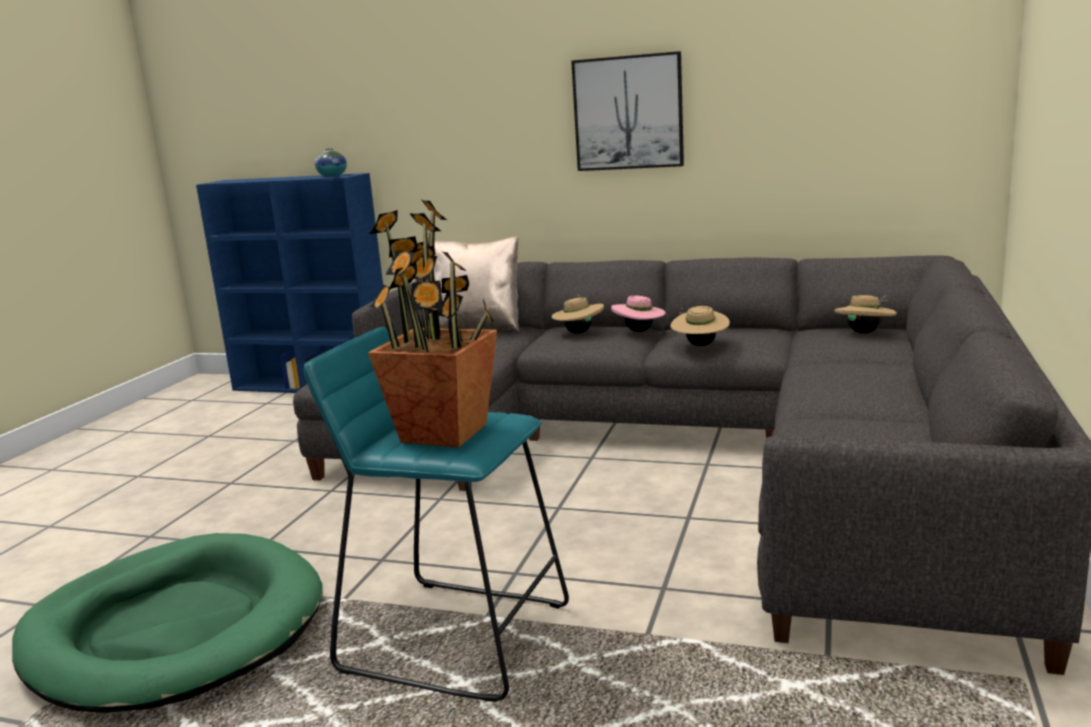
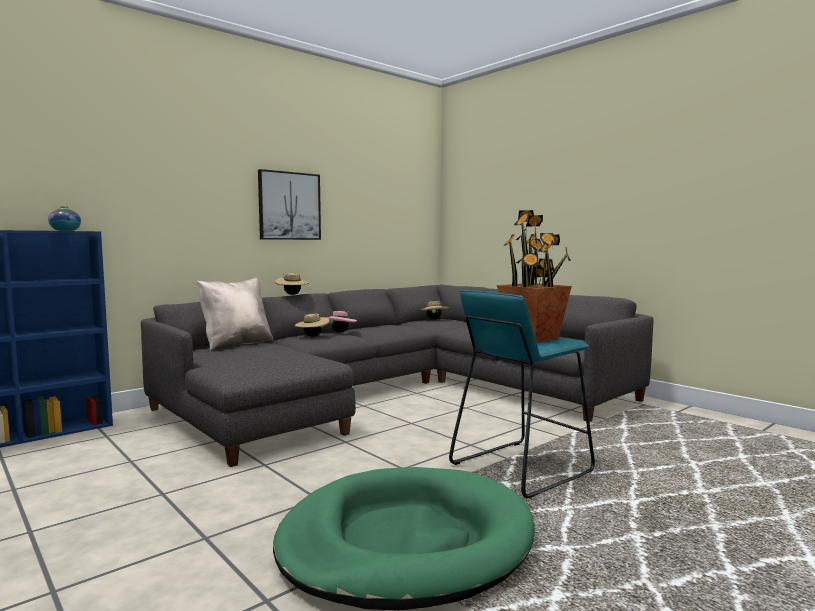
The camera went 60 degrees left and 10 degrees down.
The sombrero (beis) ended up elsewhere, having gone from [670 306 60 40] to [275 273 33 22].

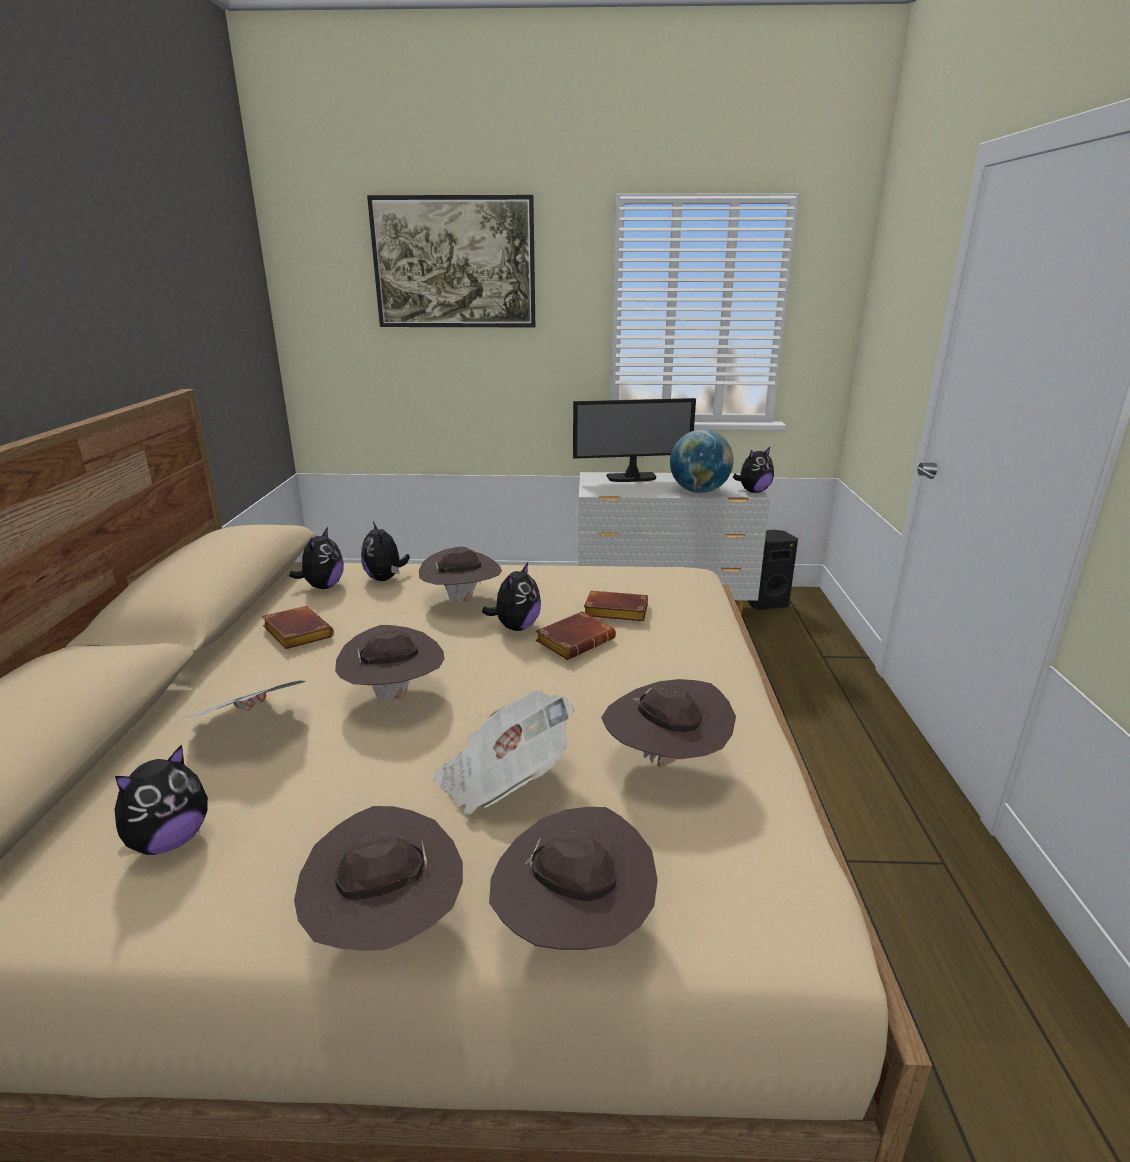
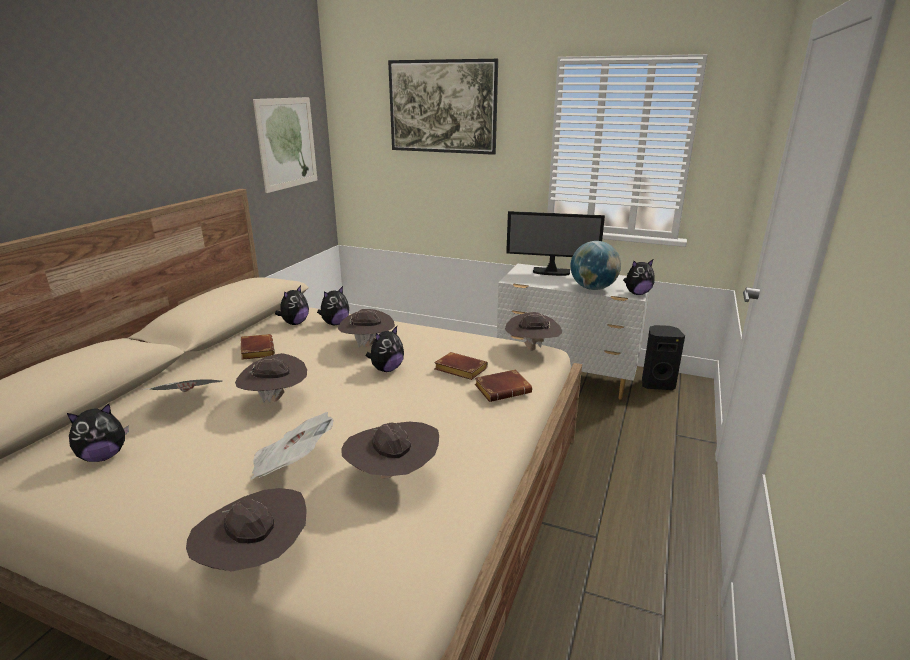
The camera went 20 degrees right and 0 degrees up.
The peluche at [361 522 49 59] ended up facing another way, 135 degrees counterclockwise from before.
The libro (marrón) ended up elsewhere, having gone from [535 611 81 49] to [475 369 57 33].
The sombrero (marrón) ended up elsewhere, having gone from [294 806 169 145] to [505 312 57 39].
The second view gained the cuadro at [253 97 64 96].

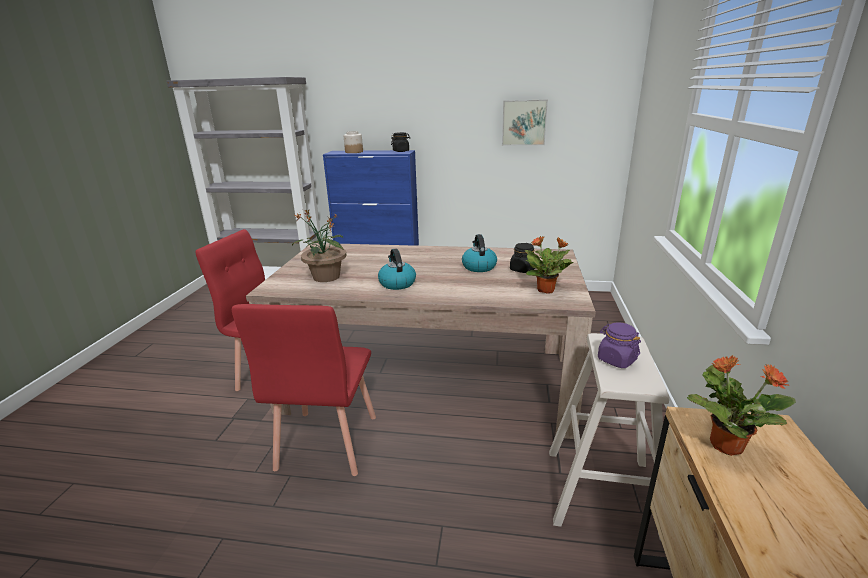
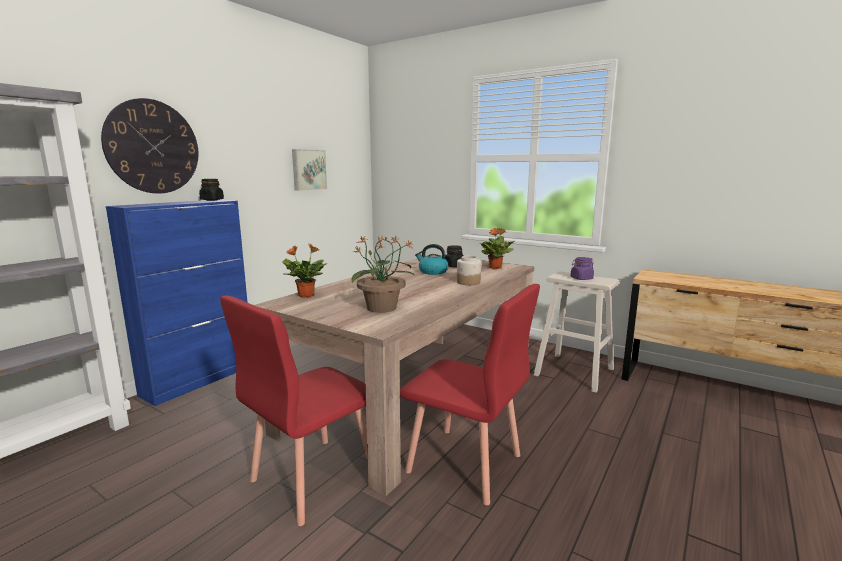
The camera went 65 degrees left and 10 degrees down.
The tarro ended up elsewhere, having gone from [344 131 19 22] to [457 256 24 29].
The second view lost the hervidor at [378 249 38 41].
The planta en maceta ended up elsewhere, having gone from [687 355 109 101] to [282 244 45 54].
The second view gained the reloj de pared at [101 98 97 96].

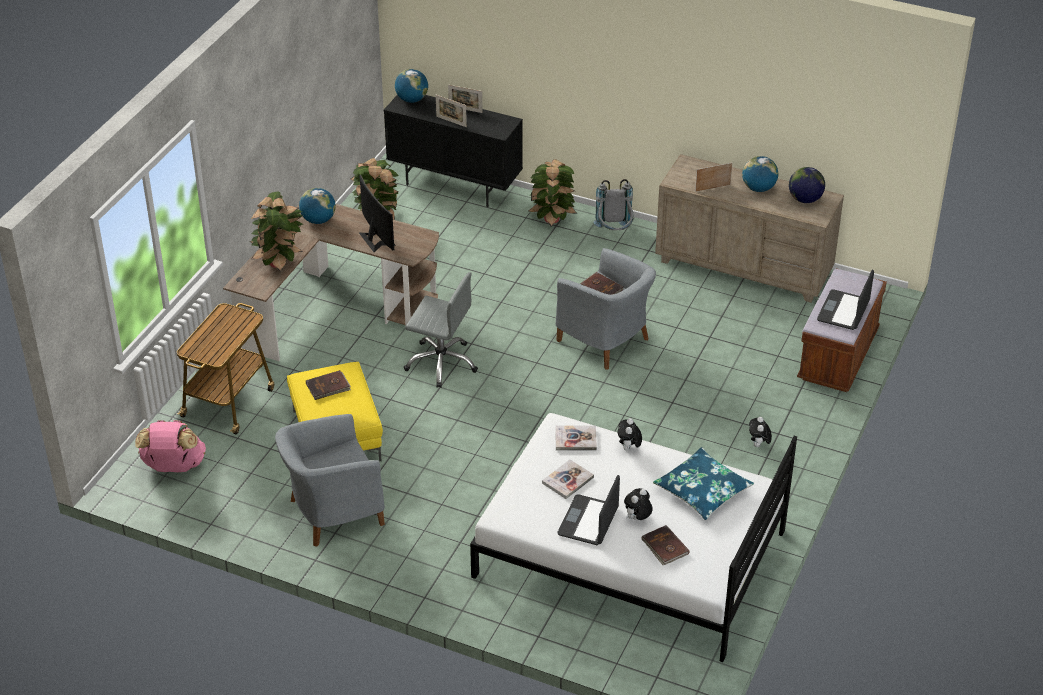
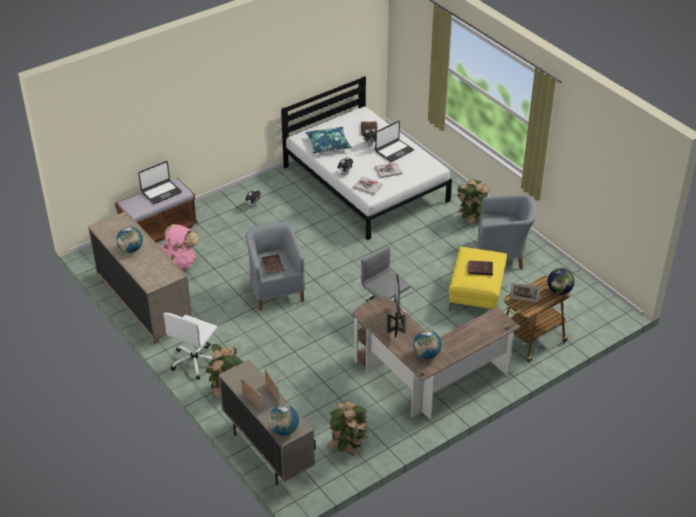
The camera went 150 degrees left and 0 degrees up.
What was the armario (negro) at [384 95 139 112] turned into the armario (beis) at [219 360 97 125].
The portarretratos ended up elsewhere, having gone from [695 162 37 30] to [510 283 31 19].
The globo terráqueo ended up elsewhere, having gone from [789 167 36 36] to [547 268 28 27].
Where the mochila (gris) stood at [593 179 40 51], the silla de oficina (blanco) came to stand at [163 313 55 66].
The planta en maceta ended up elsewhere, having gone from [250 191 53 80] to [457 179 32 46].
The mochila (rosa) ended up elsewhere, having gone from [135 420 71 52] to [160 224 39 46].

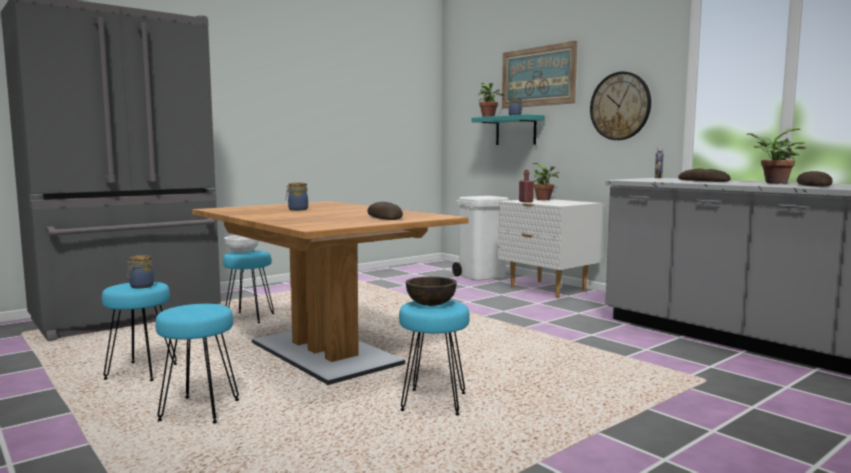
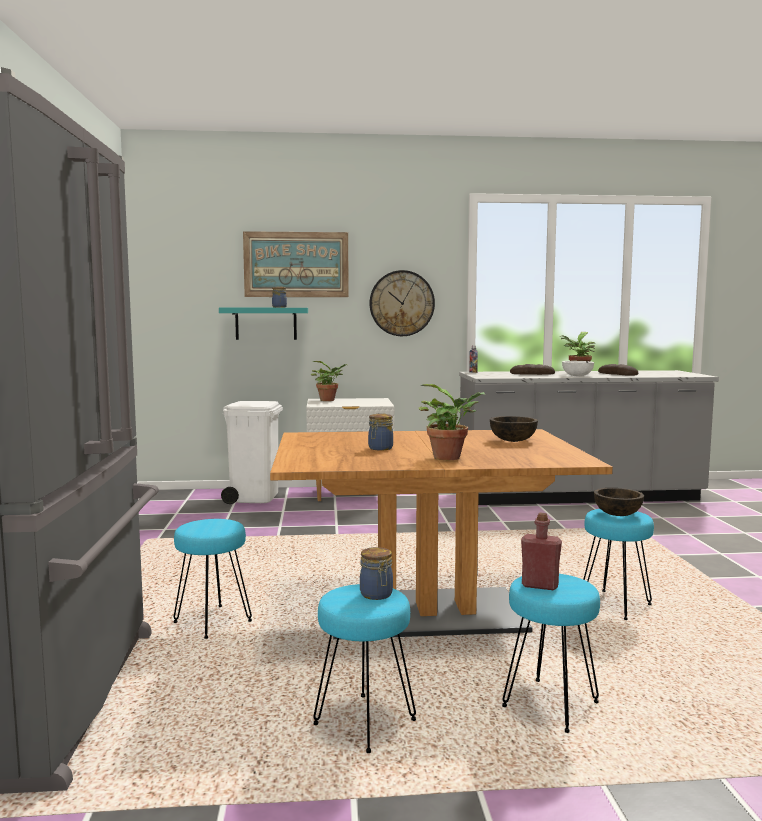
The camera went 55 degrees left and 0 degrees up.
The planta en maceta ended up elsewhere, having gone from [478 83 26 34] to [419 384 66 76].
The botella (rojo) ended up elsewhere, having gone from [519 170 15 33] to [521 513 41 77].
Where the pan stood at [367 202 36 18], the cuenco (marrón) came to stand at [490 416 48 26].
The cuenco (blanco) ended up elsewhere, having gone from [224 235 35 18] to [562 361 32 15].

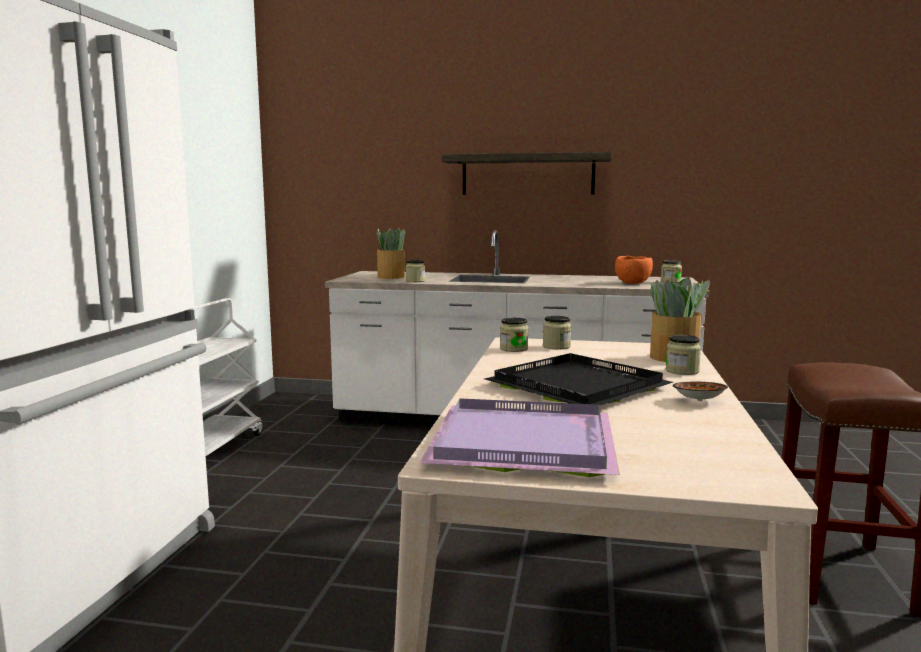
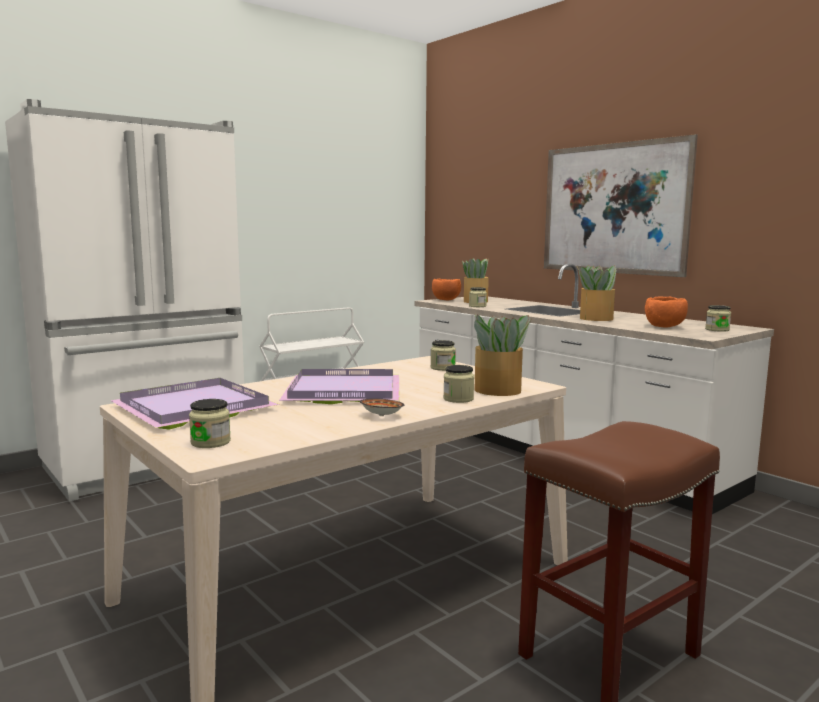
The camera went 40 degrees right and 0 degrees up.
Where the estante hung at [442 152 170 43], the cuadro came to hang at [544 134 154 143].
The tarro ended up elsewhere, having gone from [500 318 28 34] to [189 399 42 49].
What was the bandeja (negro) at [485 353 188 53] turned into the bandeja (morado) at [279 369 121 35].
The second view gained the planta en maceta at [577 265 41 56].
The second view gained the cuenco (naranja) at [432 279 29 21].

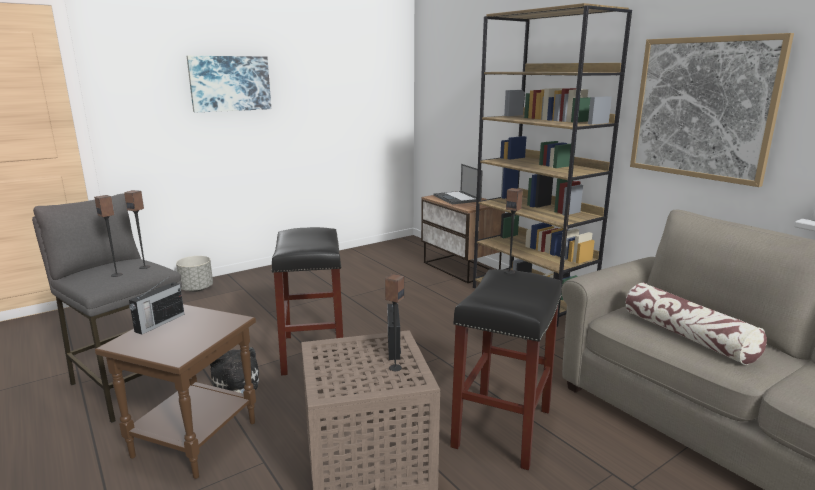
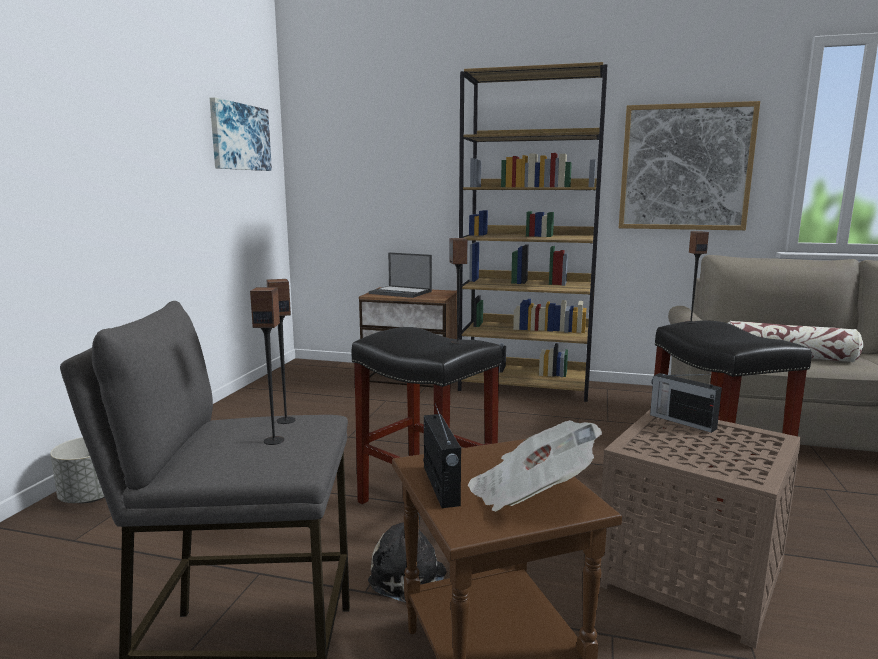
The camera went 40 degrees left and 5 degrees down.
The cuadro ended up elsewhere, having gone from [187 56 84 56] to [210 97 62 74].
The altavoz ended up elsewhere, having gone from [385 274 19 97] to [449 238 18 106].
The second view gained the periódico at [468 420 134 92].

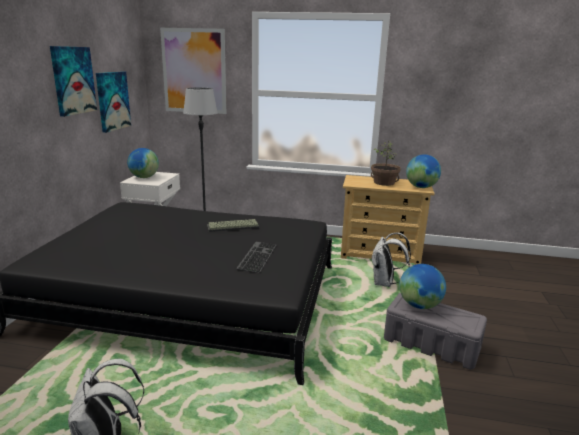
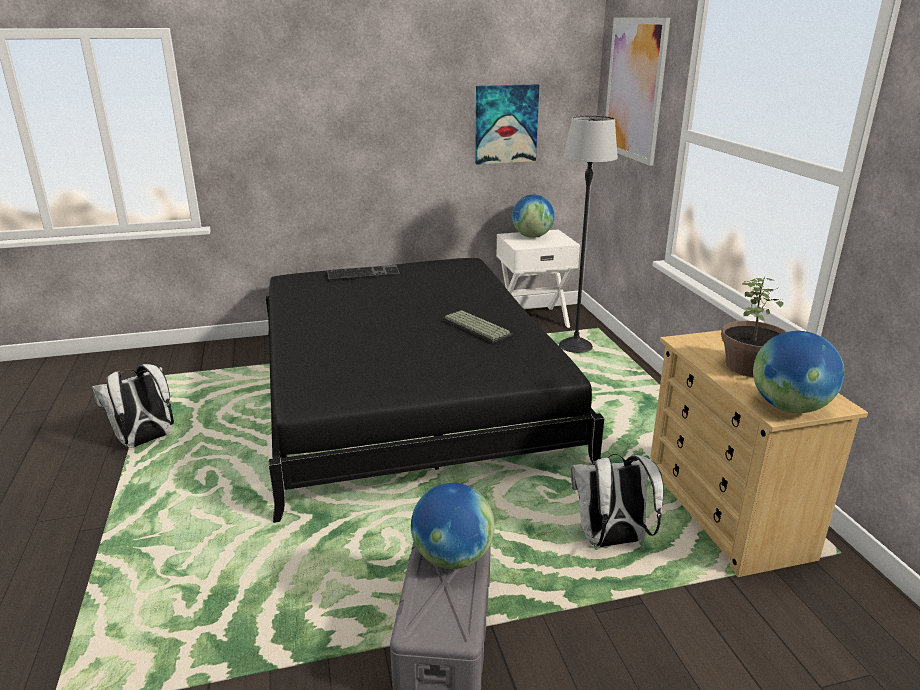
The camera went 65 degrees right and 5 degrees up.
The second view lost the cuadro at [50 46 47 71].
The teclado ended up elsewhere, having gone from [236 241 40 32] to [327 265 73 14].

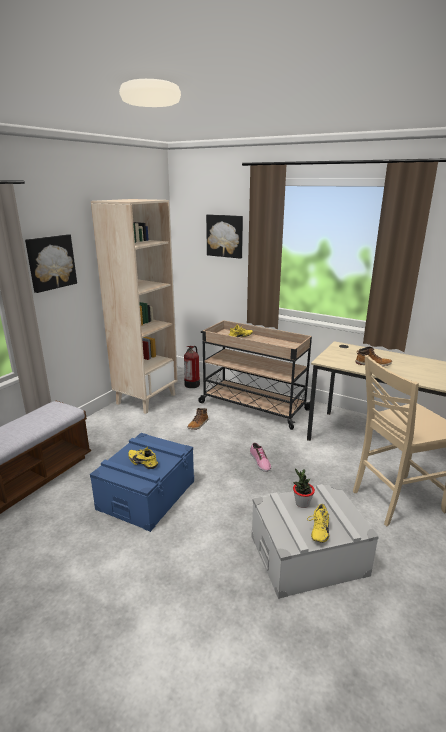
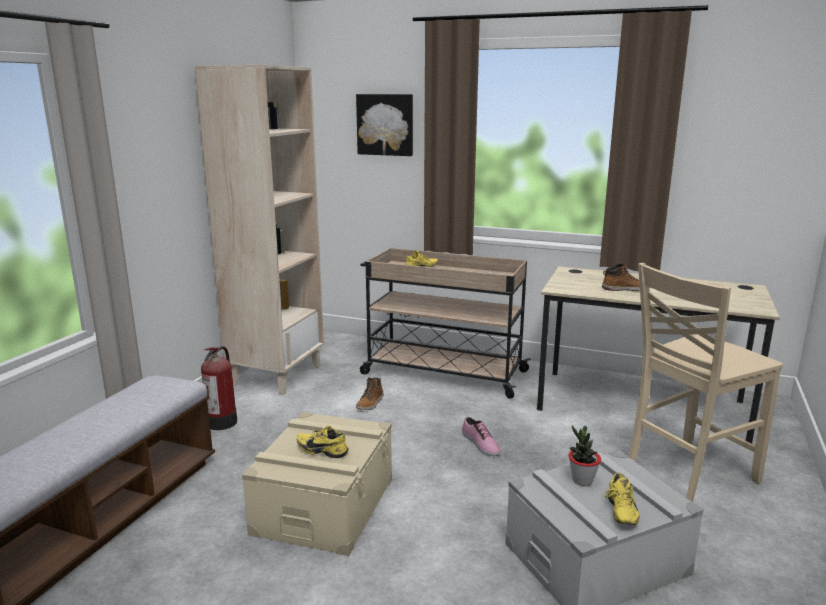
The camera went 10 degrees left and 5 degrees down.
The second view lost the cuadro at [25 234 52 59].
The extintor ended up elsewhere, having gone from [184 346 16 42] to [201 346 36 84].
What was the caja de almacenaje (azul) at [90 433 104 99] turned into the caja de almacenaje (beis) at [242 412 150 144].

